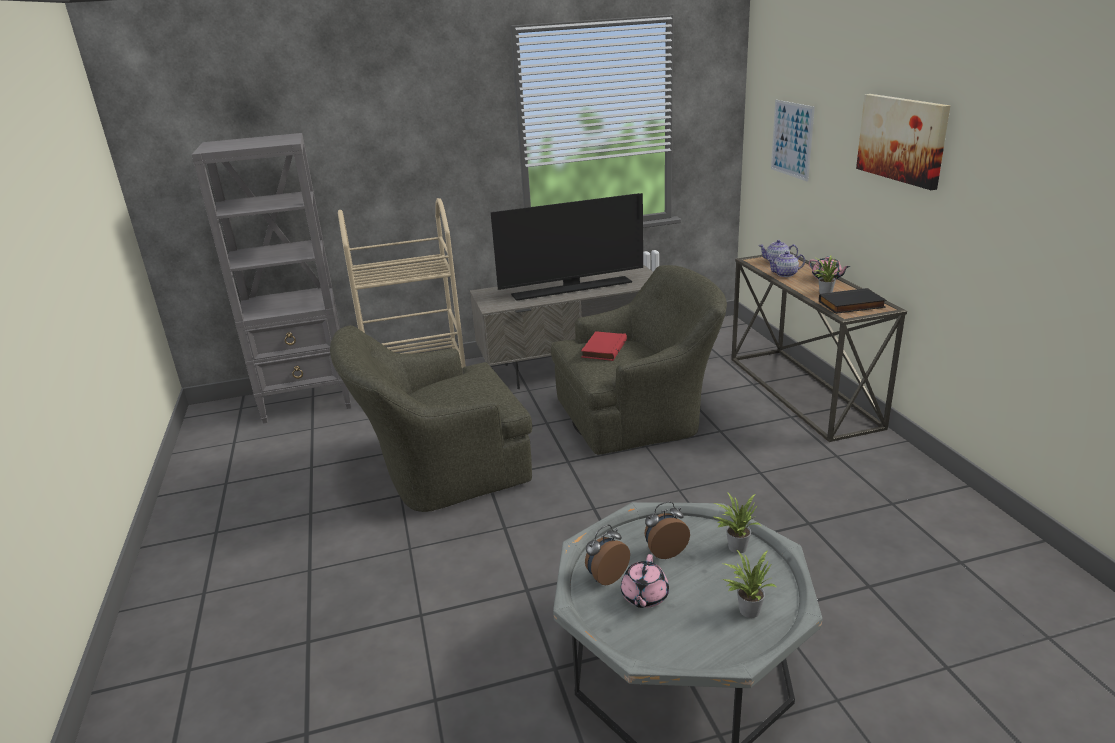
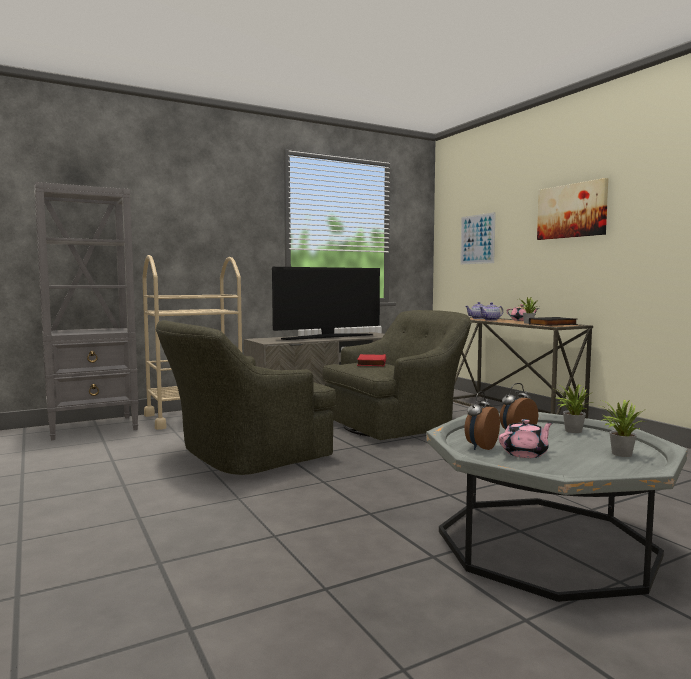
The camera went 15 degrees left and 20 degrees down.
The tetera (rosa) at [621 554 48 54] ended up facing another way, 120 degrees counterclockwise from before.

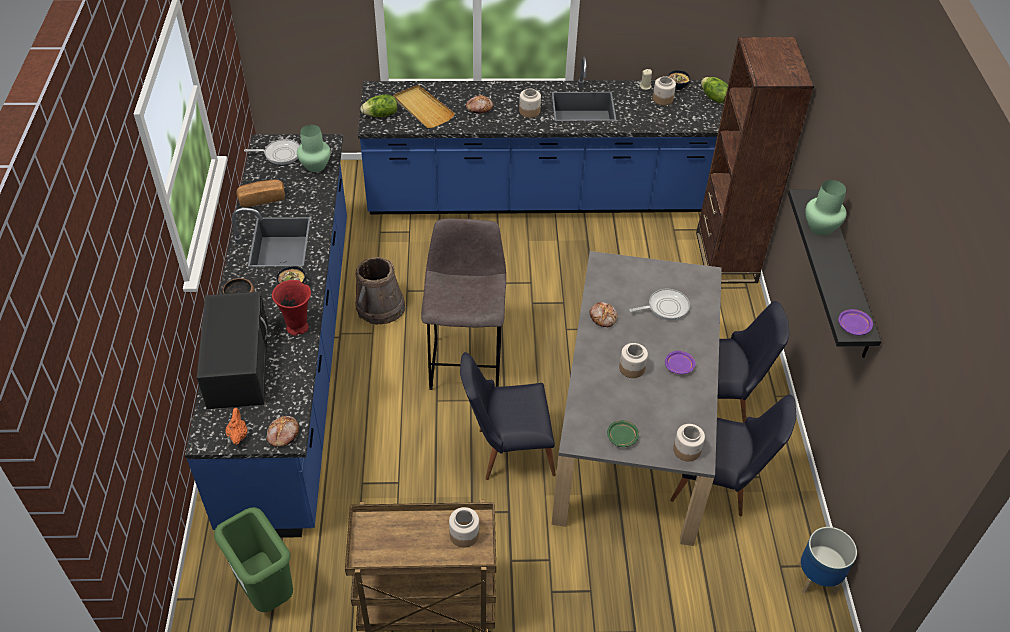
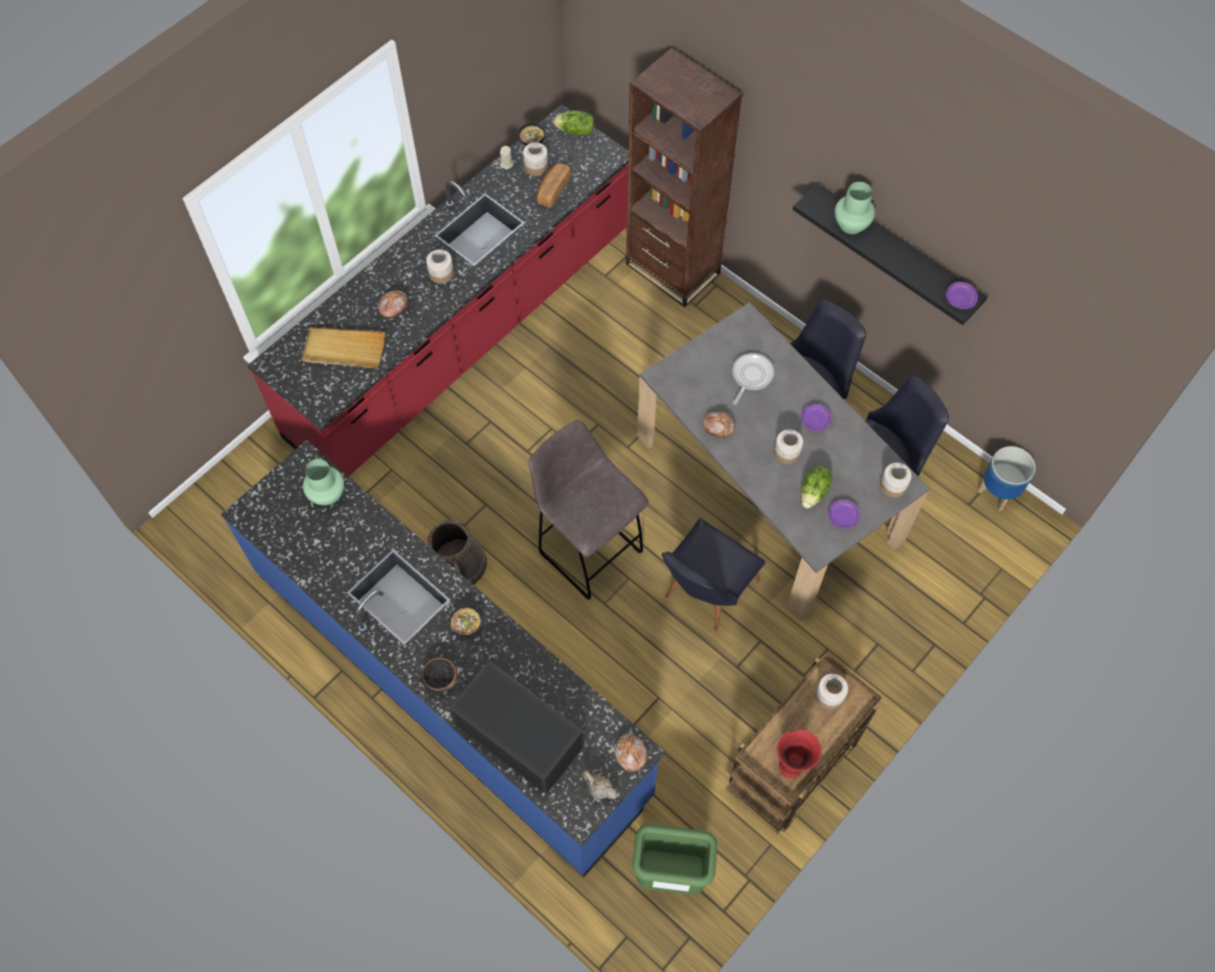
The camera went 45 degrees left and 15 degrees up.
What was the mueble bajo de cocina (azul) at [358 57 366 157] turned into the mueble bajo de cocina (rojo) at [247 104 381 373].
The lechuga ended up elsewhere, having gone from [360 94 38 23] to [801 466 32 43].
The second view lost the sartén at [244 139 56 26].
The pan ended up elsewhere, having gone from [236 180 49 27] to [536 163 35 45].
The florero (rojo) ended up elsewhere, having gone from [272 280 39 56] to [777 729 44 49].
What was the tetera (naranja) at [225 408 22 37] turned into the tetera (beis) at [582 770 35 30].
What was the plato (verde) at [607 420 32 27] turned into the plato (morado) at [828 500 32 29].

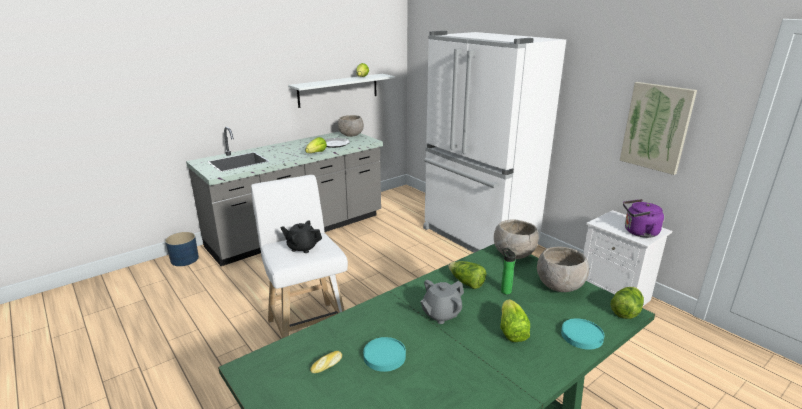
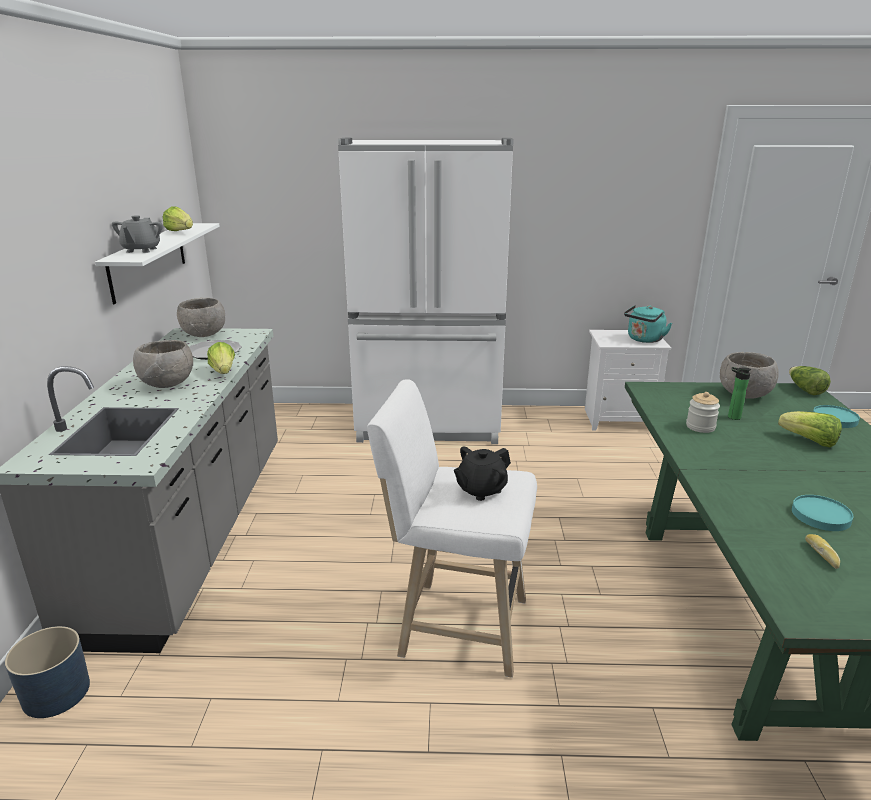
The camera went 50 degrees left and 0 degrees up.
The second view lost the cuadro at [620 82 77 93].
What was the hervidor (morado) at [623 199 41 39] turned into the hervidor (turquesa) at [624 305 48 38].
The cuenco (gris) ended up elsewhere, having gone from [494 220 45 39] to [133 340 60 48].
Where the lechuga stood at [448 261 38 28], the tarro came to stand at [686 392 34 41].
The tetera (gris) ended up elsewhere, having gone from [420 280 44 44] to [112 215 51 38].

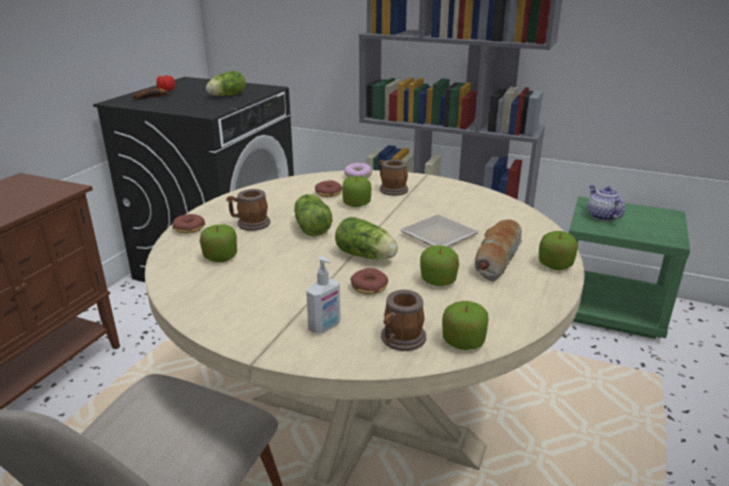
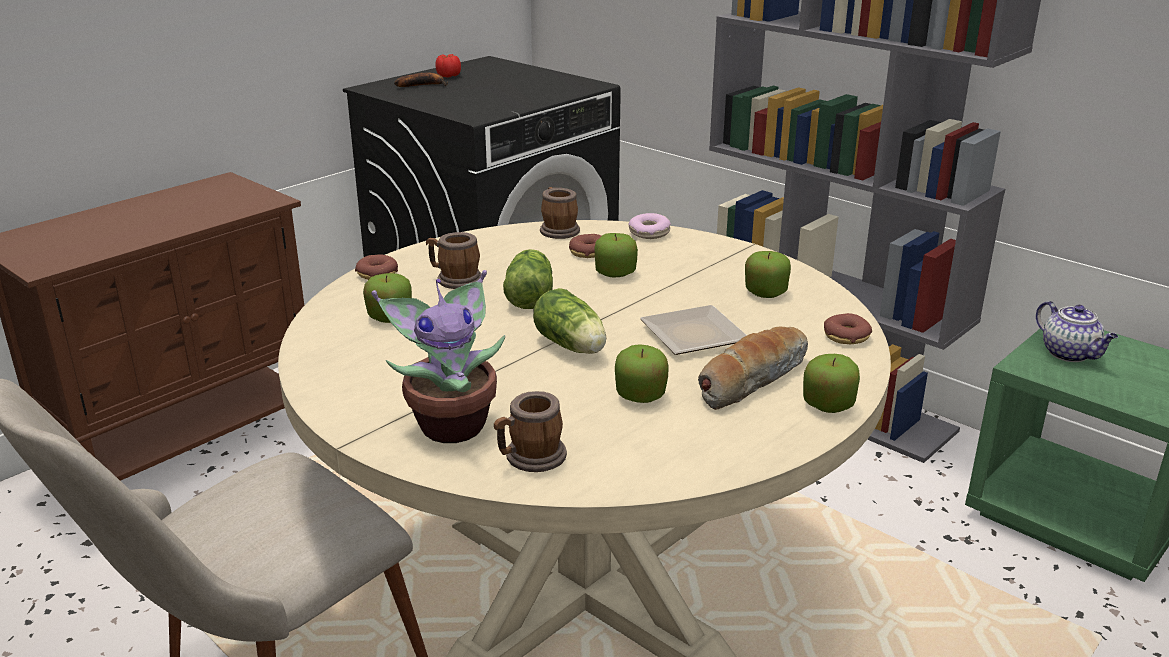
The camera went 20 degrees right and 0 degrees up.
The second view lost the lechuga at [206 71 40 25].
The taza grande ended up elsewhere, having gone from [379 159 29 37] to [540 187 40 52].
The tetera at [588 185 38 36] ended up facing another way, 150 degrees clockwise from before.
Where the dispensador de jabón stood at [306 256 35 78], the planta en maceta came to stand at [371 270 134 173].
The rosquilla ended up elsewhere, having gone from [350 268 38 27] to [824 313 48 31].
The manzana ended up elsewhere, having gone from [442 301 46 49] to [745 251 46 47].

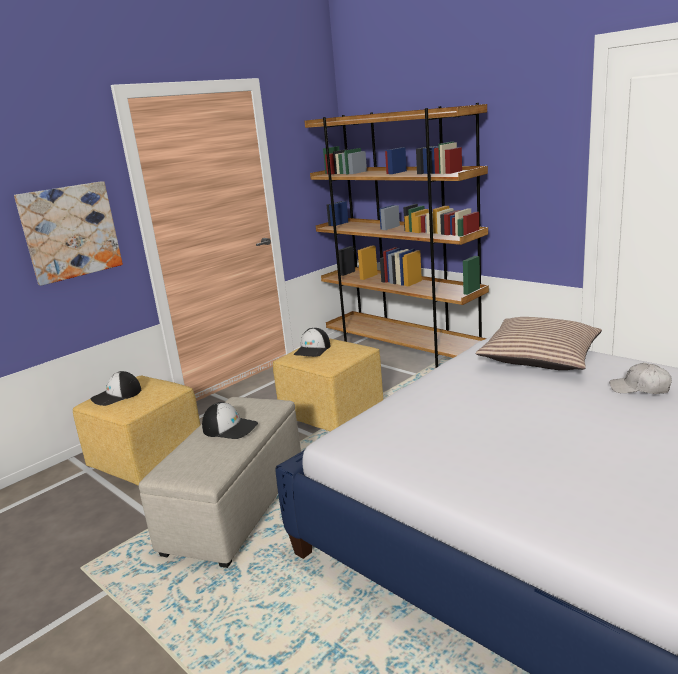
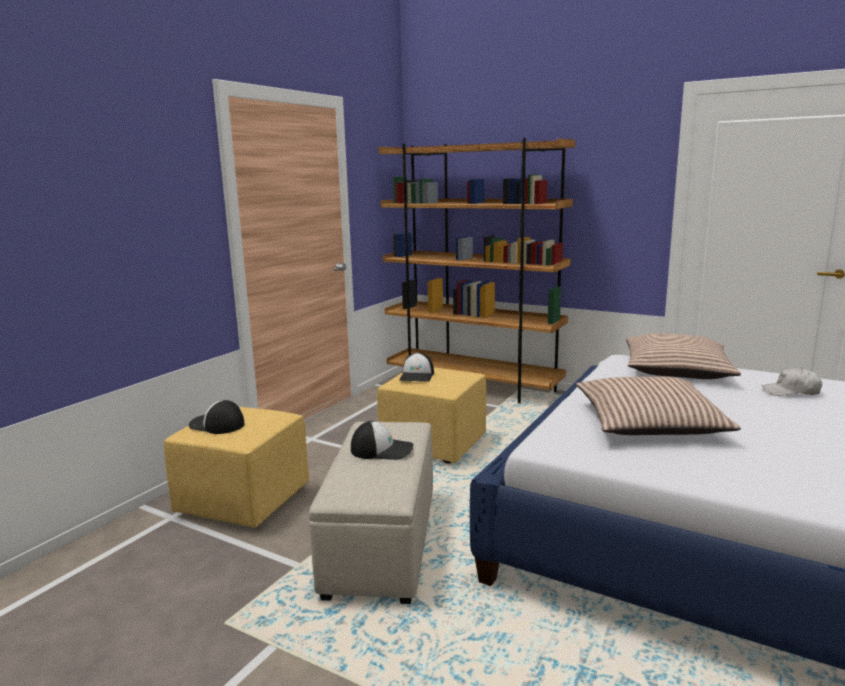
The camera went 15 degrees left and 5 degrees down.
The second view lost the cuadro at [14 181 109 105].
The gorra at [91 371 50 35] ended up facing another way, 75 degrees clockwise from before.
The second view gained the cojín at [576 377 165 58].

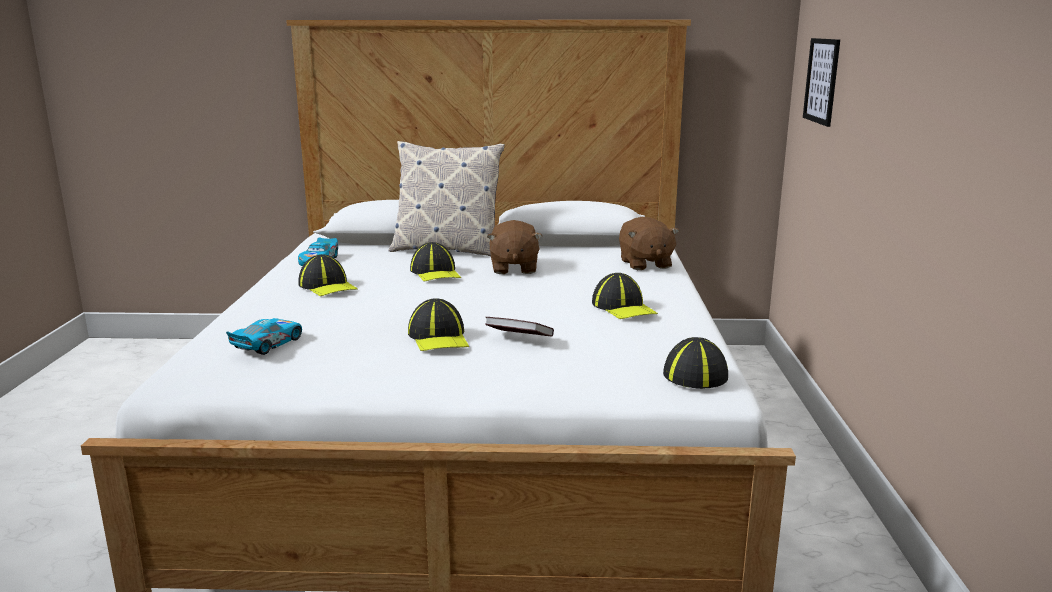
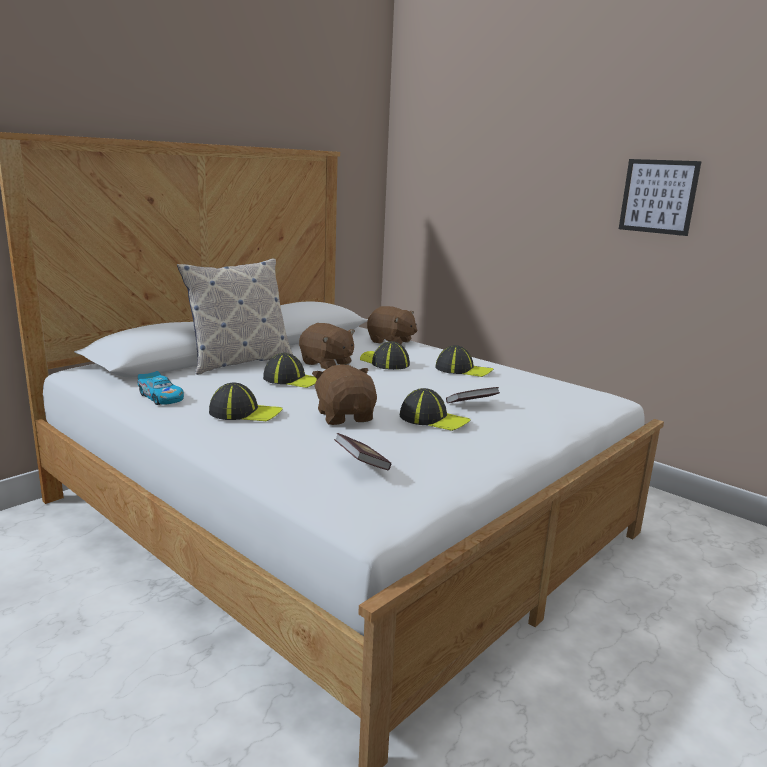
The camera went 50 degrees left and 0 degrees up.
The cuadro ended up elsewhere, having gone from [803 38 37 89] to [619 159 83 77].
Where the coche de juguete stood at [226 318 76 37], the libro came to stand at [334 433 57 37].
The gorra ended up elsewhere, having gone from [663 337 65 52] to [360 341 50 29].
The second view gained the peluche (marrón) at [312 364 65 61].

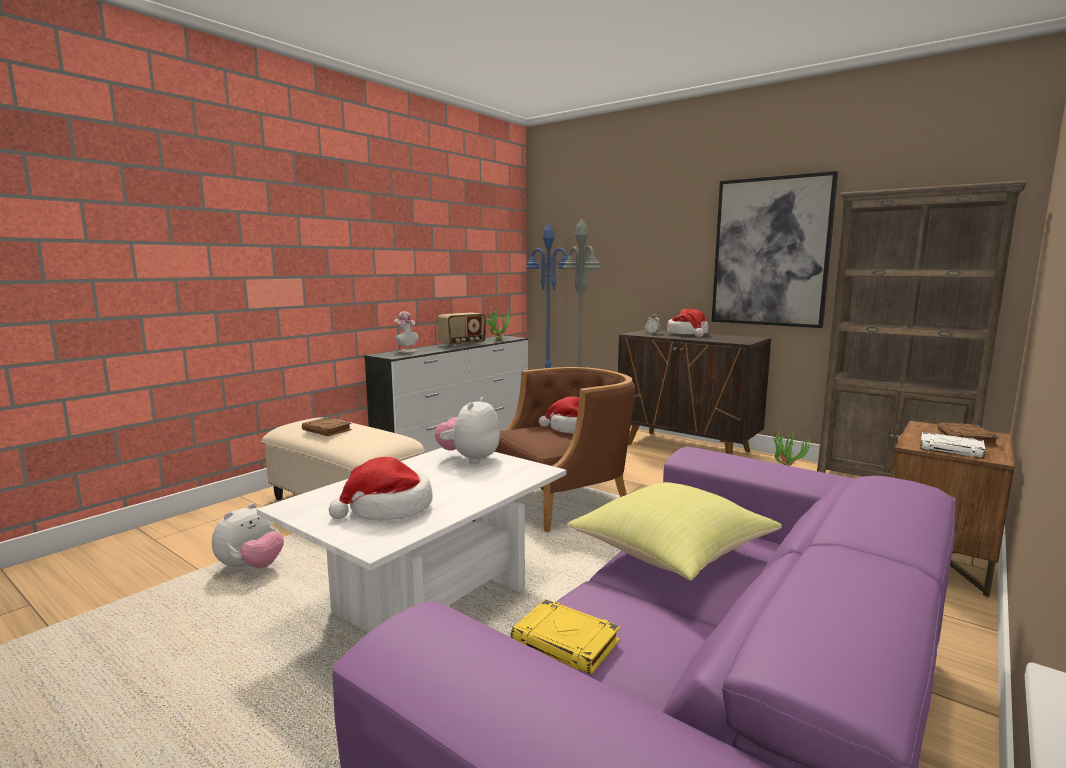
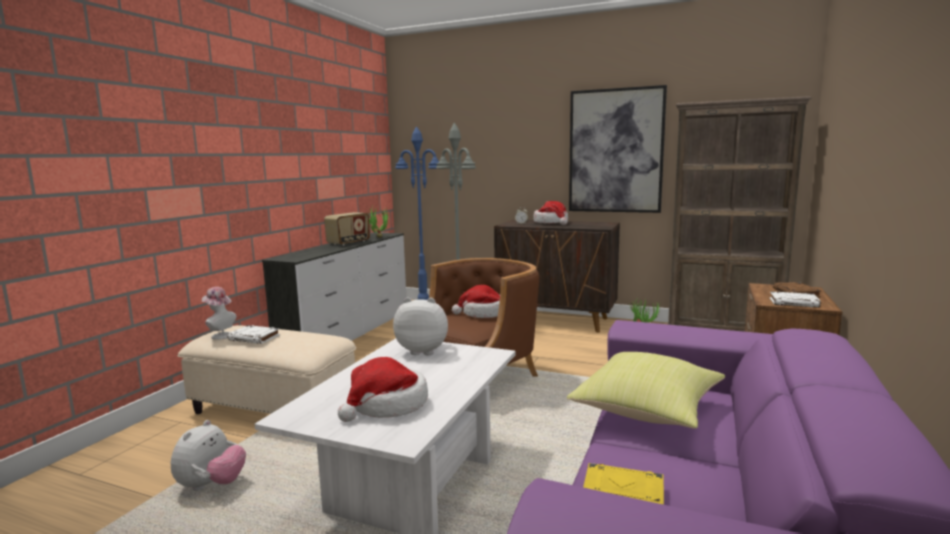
The camera went 15 degrees left and 0 degrees up.
The sombrero ended up elsewhere, having gone from [394 311 25 41] to [202 287 34 53].
The peluche at [435 397 65 67] ended up facing another way, 90 degrees clockwise from before.
What was the libro (marrón) at [302 417 50 19] turned into the libro (blanco) at [227 325 53 19].

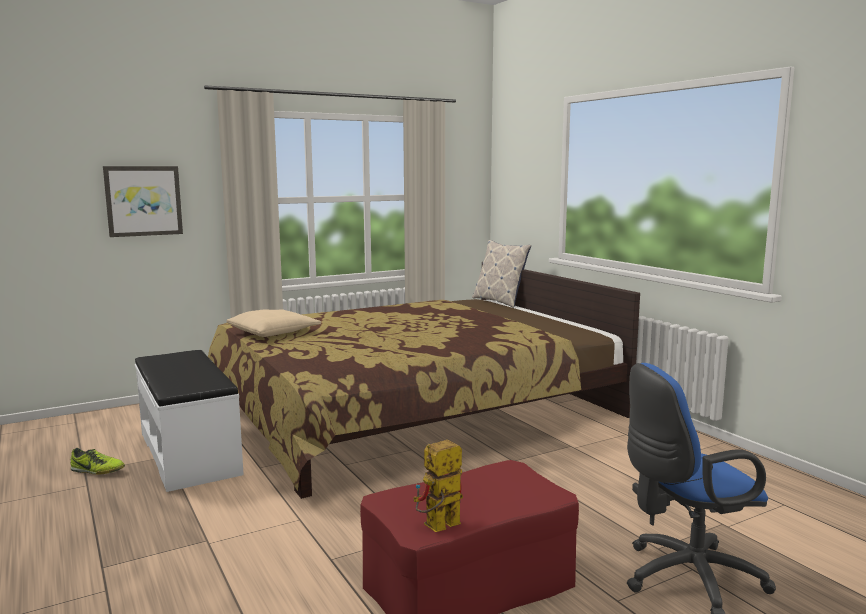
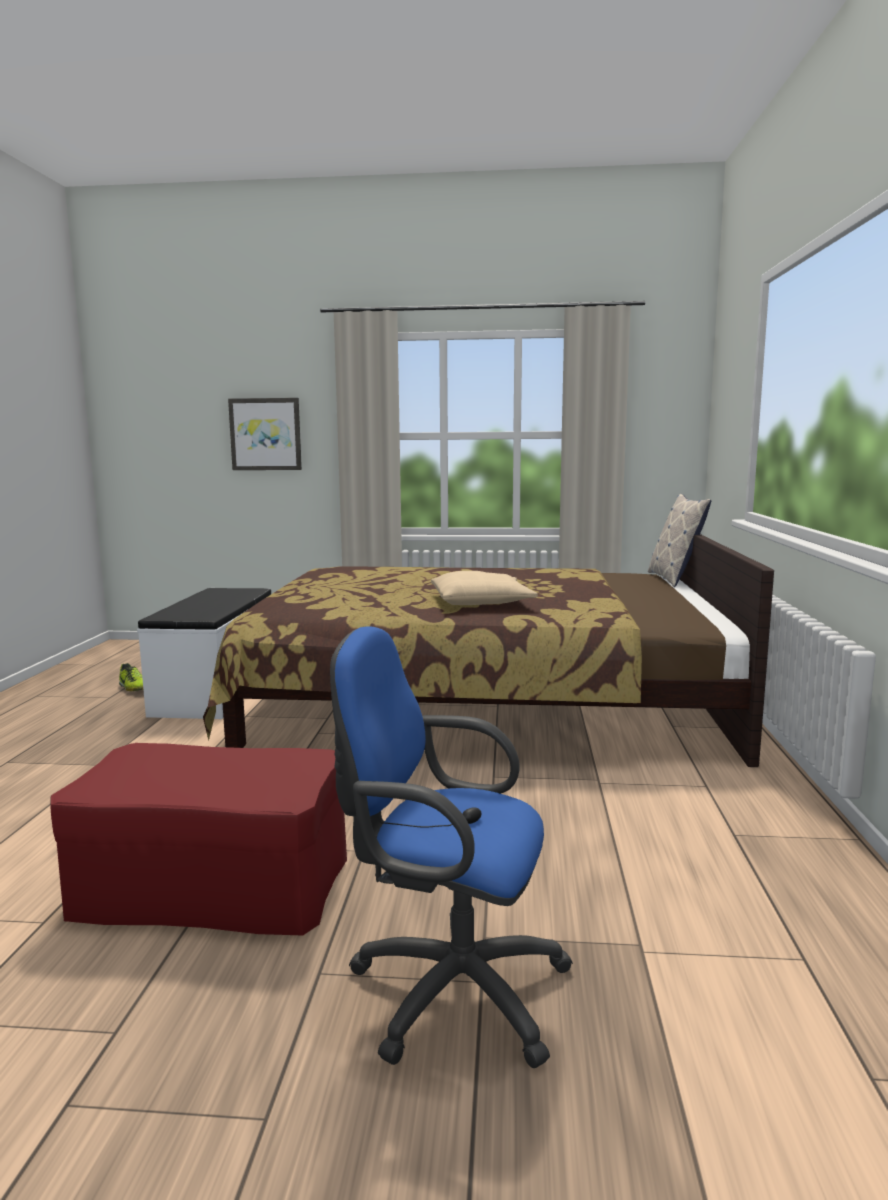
The camera went 35 degrees right and 0 degrees up.
The cojín (beis) ended up elsewhere, having gone from [226 309 95 28] to [431 571 107 34].
The second view lost the robot de juguete at [413 440 50 92].

